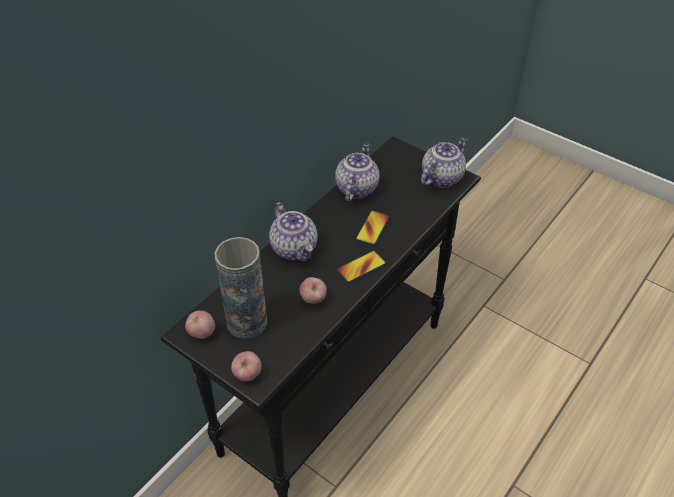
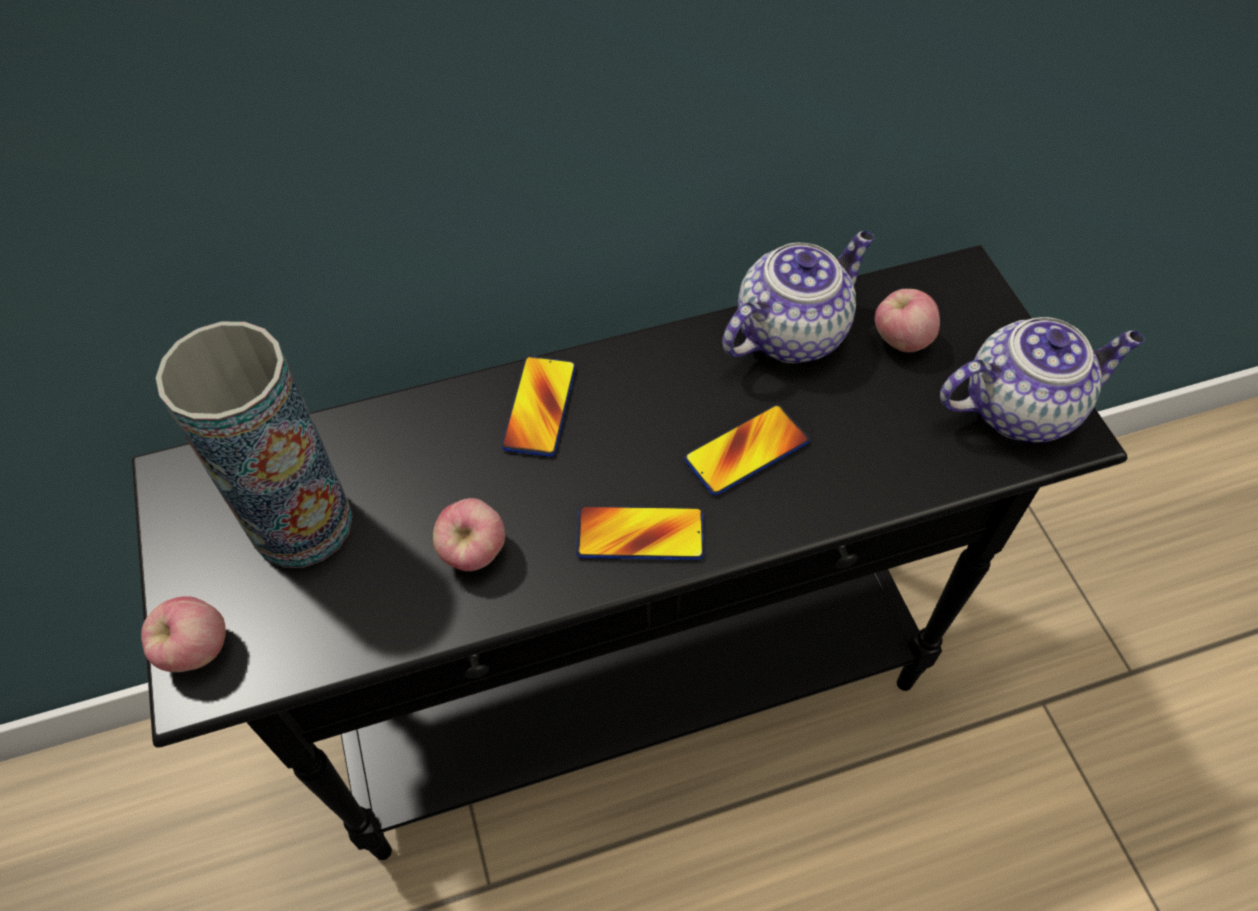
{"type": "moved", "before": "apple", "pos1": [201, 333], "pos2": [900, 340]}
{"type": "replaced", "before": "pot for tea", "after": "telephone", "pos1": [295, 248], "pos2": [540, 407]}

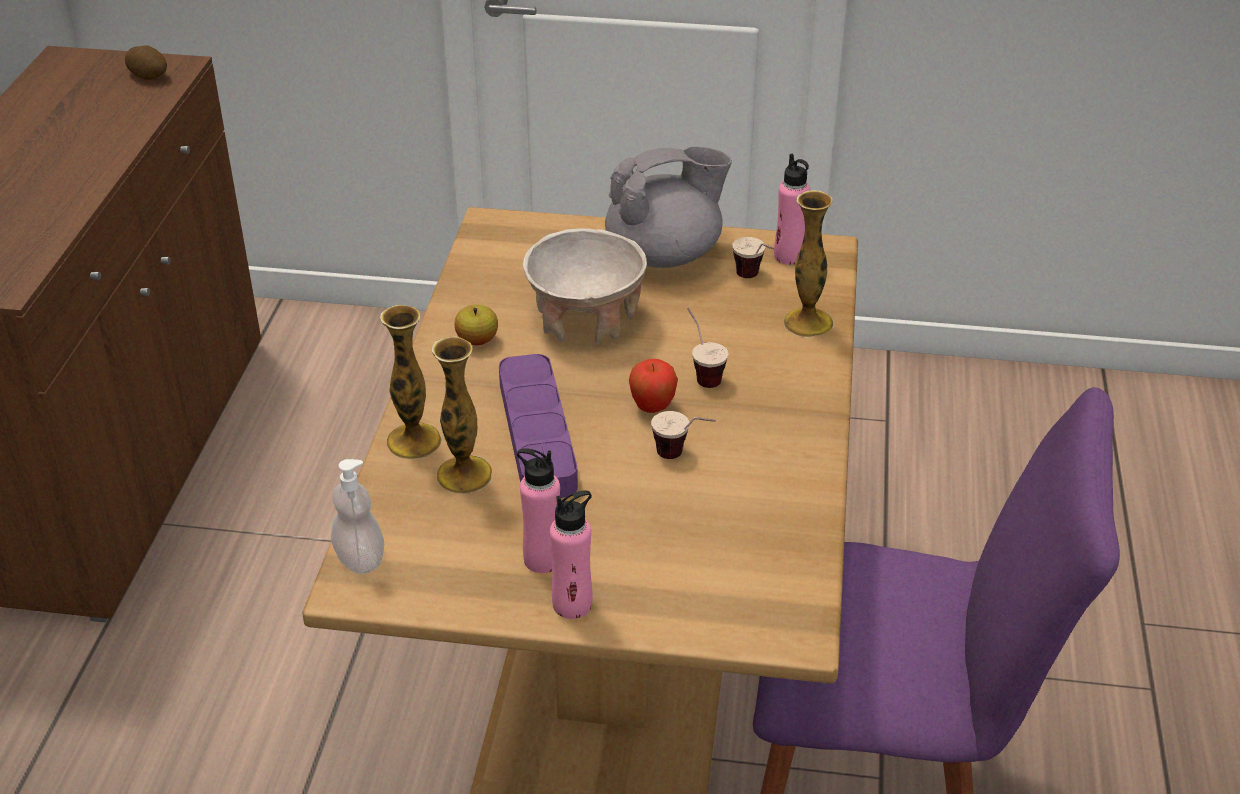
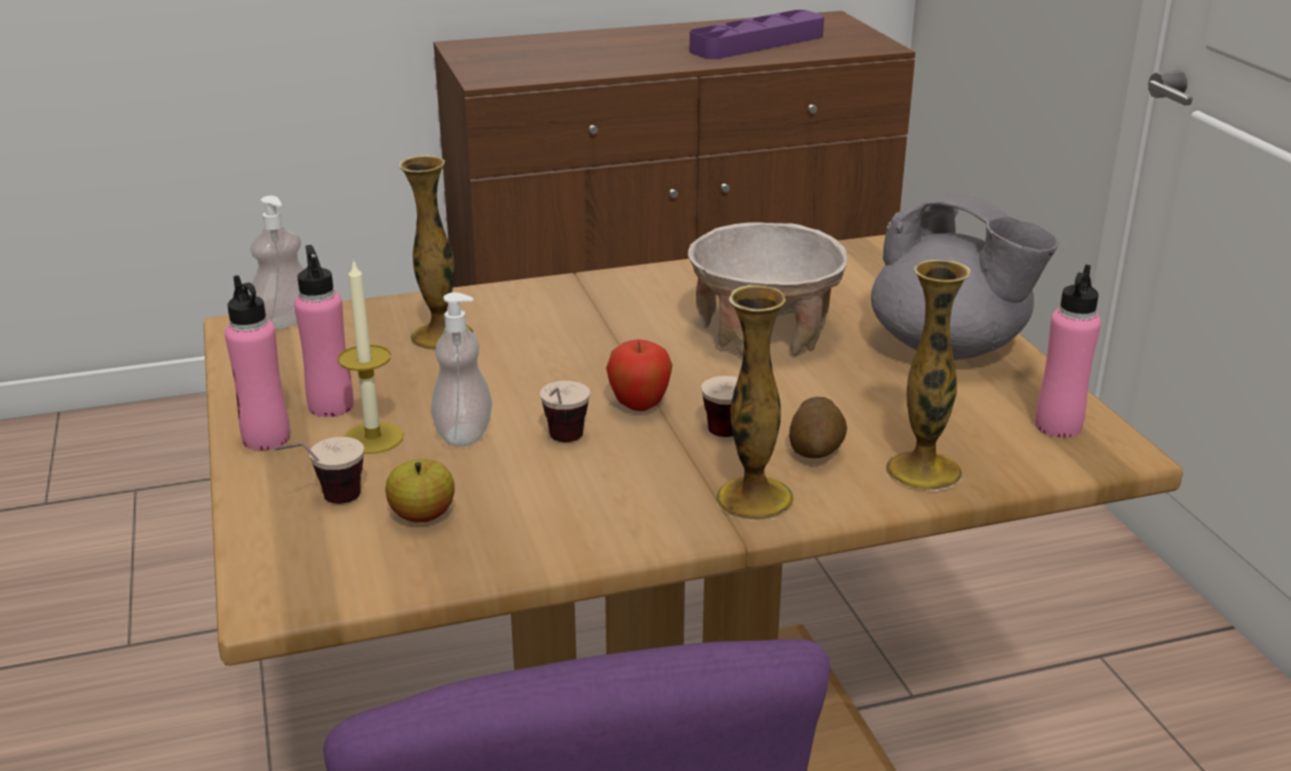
{"type": "added", "after": "wax candle", "pos2": [373, 438]}
{"type": "added", "after": "soap dispenser", "pos2": [463, 434]}
{"type": "moved", "before": "spud", "pos1": [149, 75], "pos2": [816, 450]}
{"type": "moved", "before": "decorative vase", "pos1": [413, 441], "pos2": [754, 498]}
{"type": "moved", "before": "apple", "pos1": [477, 340], "pos2": [422, 515]}
{"type": "moved", "before": "purplish carrying tray", "pos1": [537, 434], "pos2": [757, 43]}
{"type": "moved", "before": "small cup", "pos1": [754, 279], "pos2": [325, 505]}

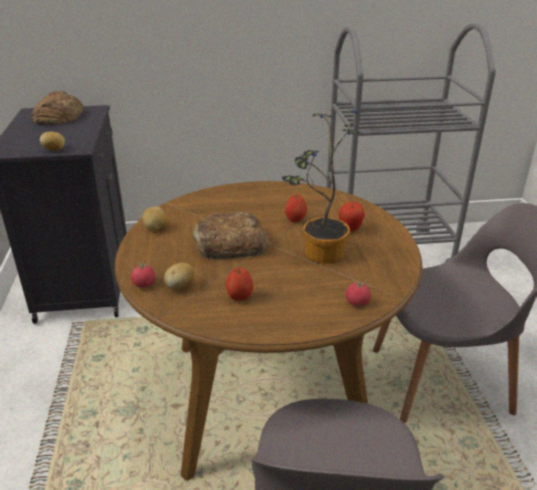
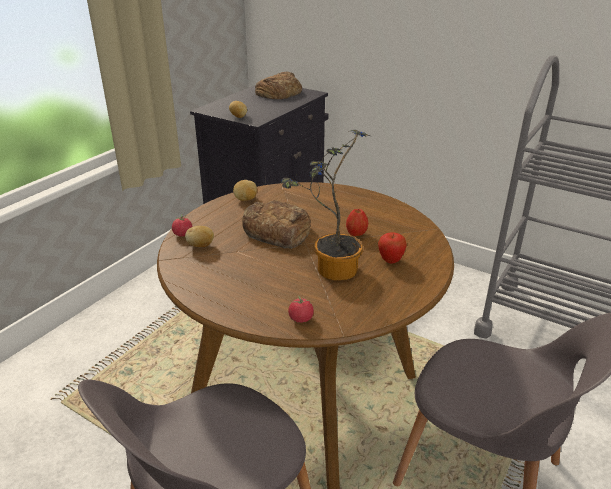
{"type": "removed", "before": "apple", "pos1": [239, 297]}

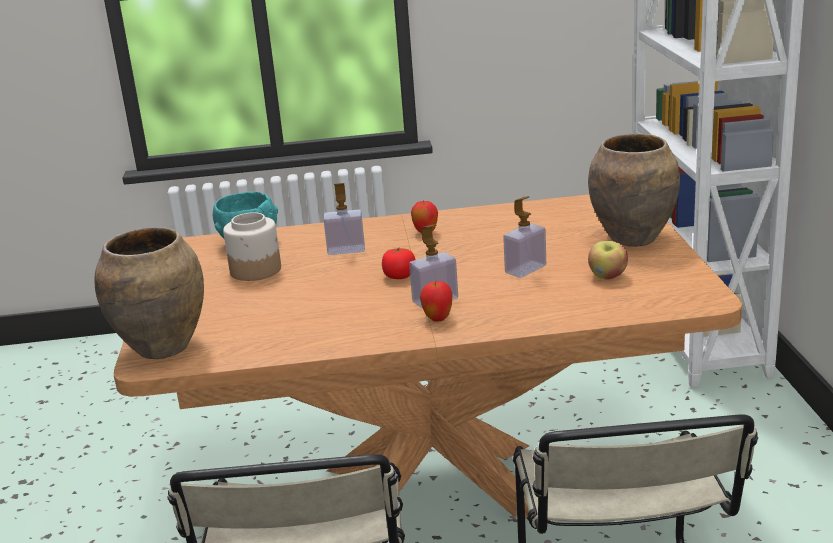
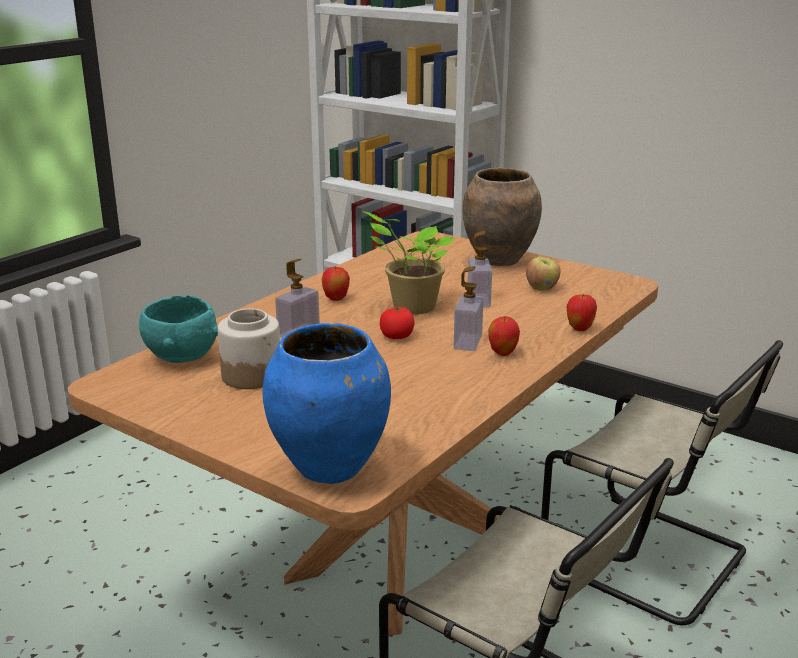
{"type": "added", "after": "potted plant", "pos2": [410, 307]}
{"type": "added", "after": "apple", "pos2": [579, 329]}
{"type": "recoloured", "before": "brownish decorative vase", "after": "blue-coloured decorative vase", "pos1": [164, 348], "pos2": [331, 468]}

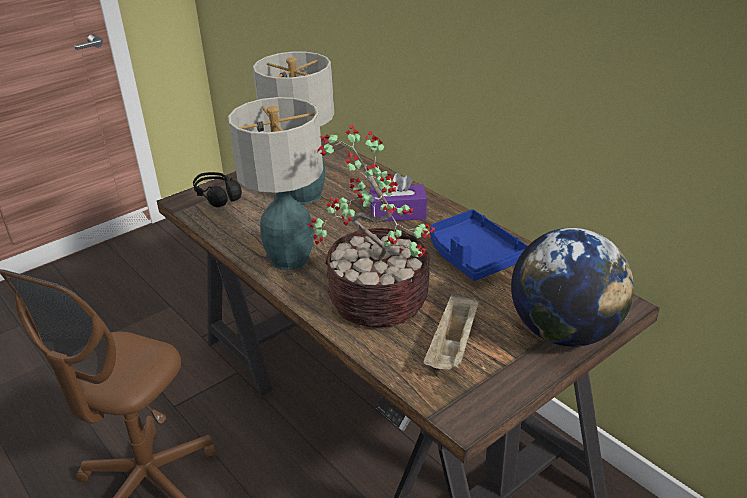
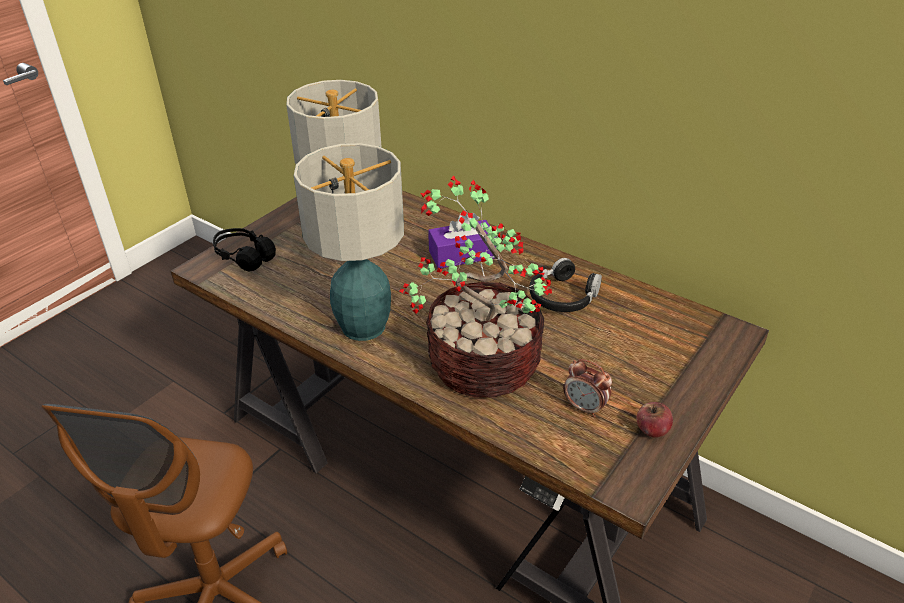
{"type": "removed", "before": "world globe", "pos1": [564, 332]}
{"type": "added", "after": "apple", "pos2": [651, 430]}
{"type": "replaced", "before": "beige carrying tray", "after": "bedside clock", "pos1": [453, 347], "pos2": [585, 408]}
{"type": "replaced", "before": "blue-coloured carrying tray", "after": "blackish headset", "pos1": [473, 256], "pos2": [563, 296]}

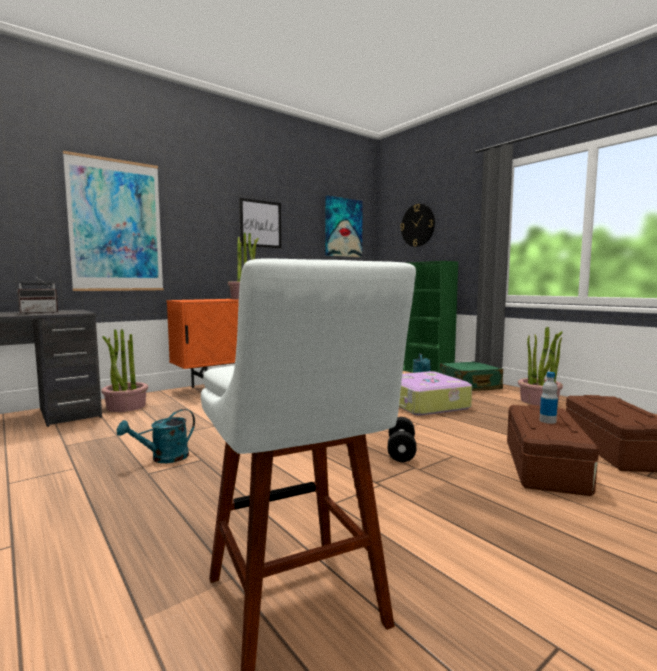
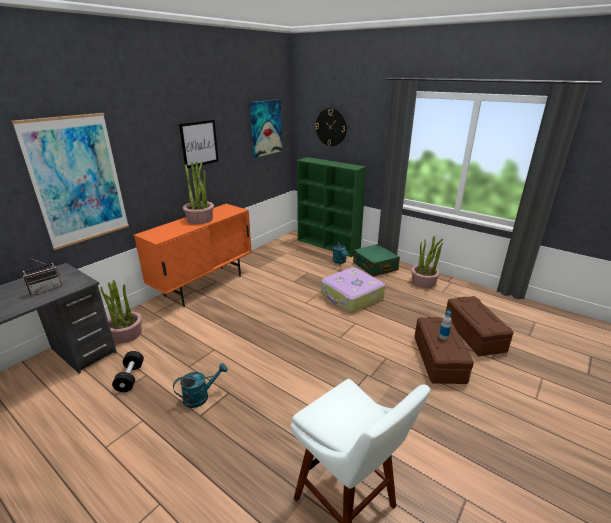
{"type": "moved", "before": "blackish dumbbell", "pos1": [401, 451], "pos2": [130, 378]}
{"type": "turned", "before": "turquoise sprinkling can", "pos1": [163, 458], "pos2": [201, 396], "turn": -150}

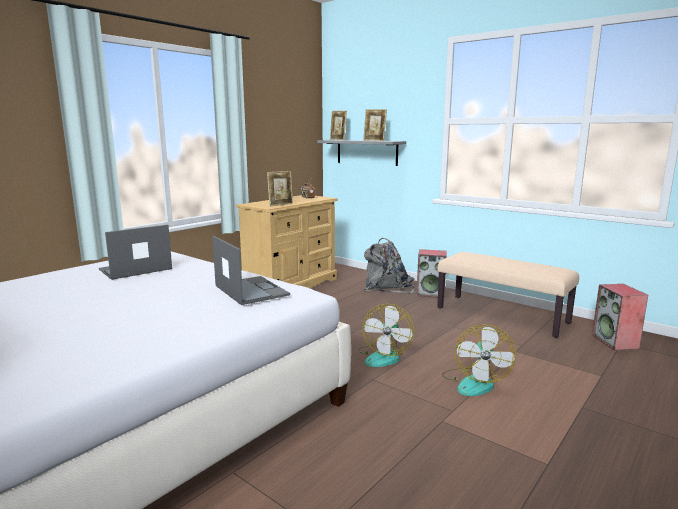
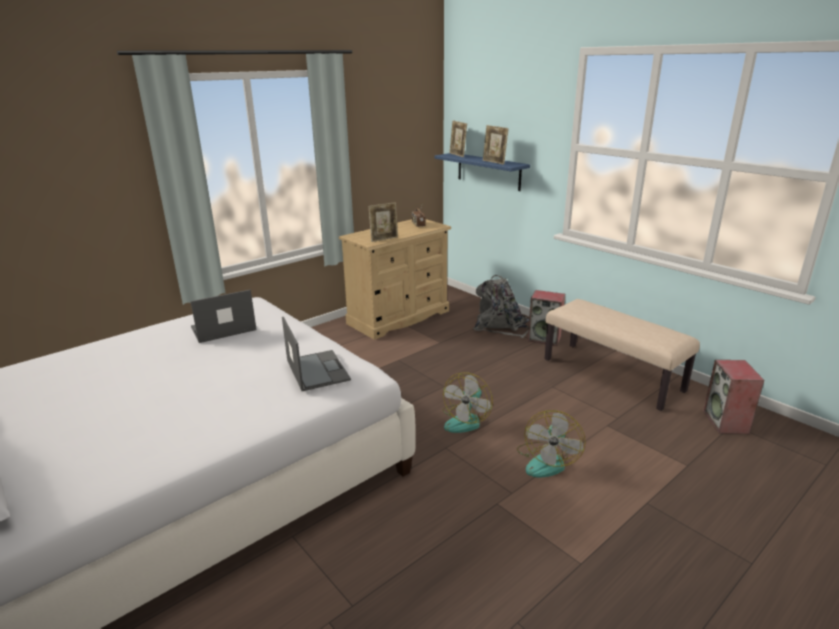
{"type": "recoloured", "before": "greyish wall shelf", "after": "blue-coloured wall shelf", "pos1": [366, 152], "pos2": [488, 171]}

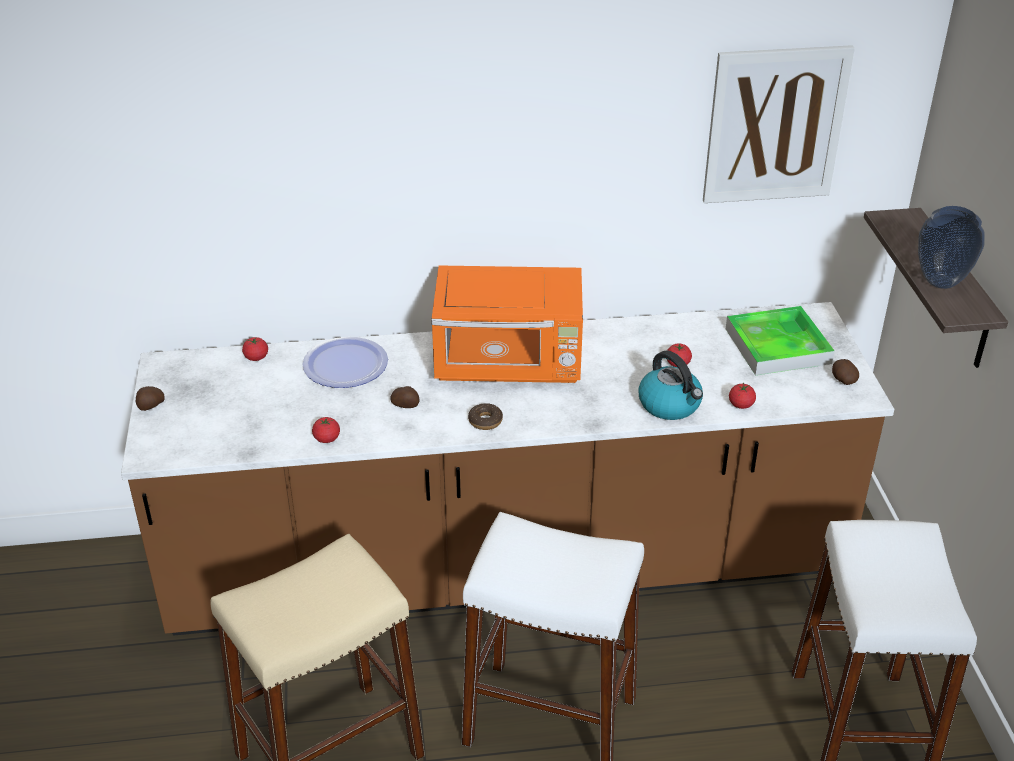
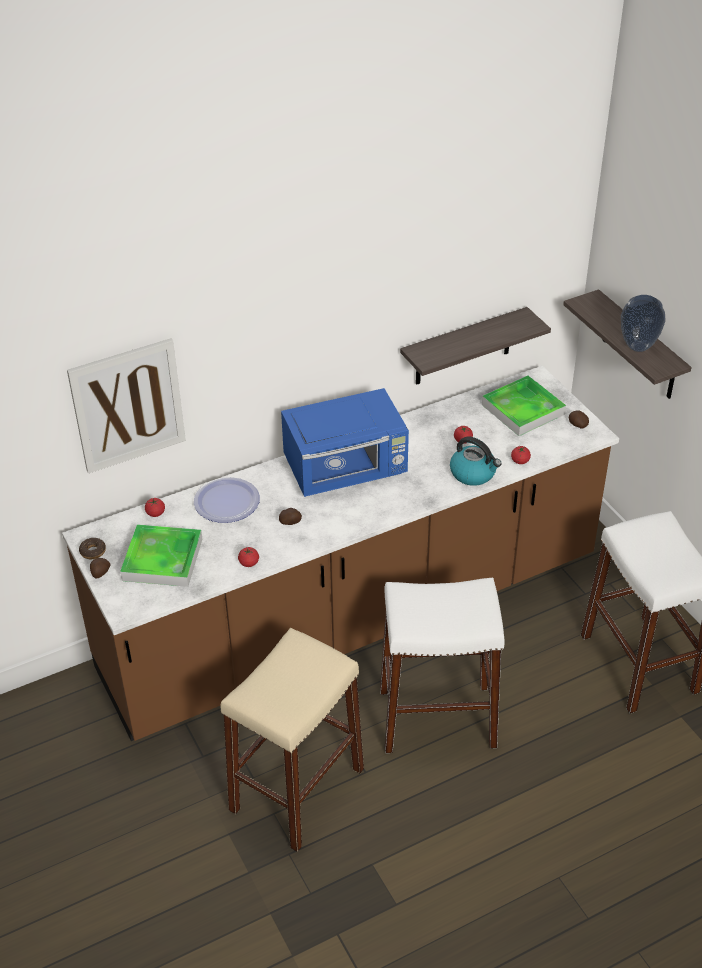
{"type": "added", "after": "carrying tray", "pos2": [162, 559]}
{"type": "added", "after": "wall shelf", "pos2": [463, 347]}
{"type": "moved", "before": "donut", "pos1": [485, 421], "pos2": [93, 551]}
{"type": "moved", "before": "picture", "pos1": [775, 125], "pos2": [128, 405]}
{"type": "recoloured", "before": "orange microwave oven", "after": "blue-coloured microwave oven", "pos1": [510, 364], "pos2": [347, 471]}

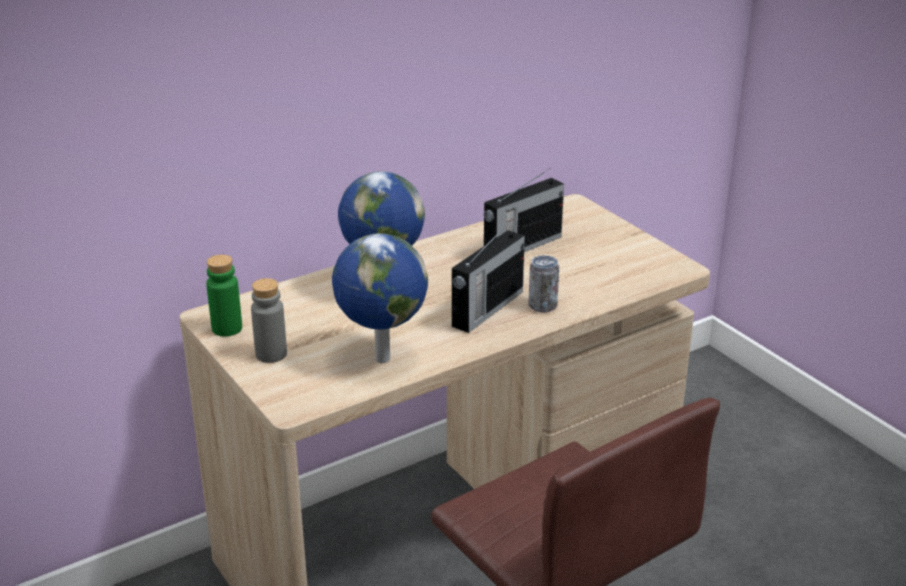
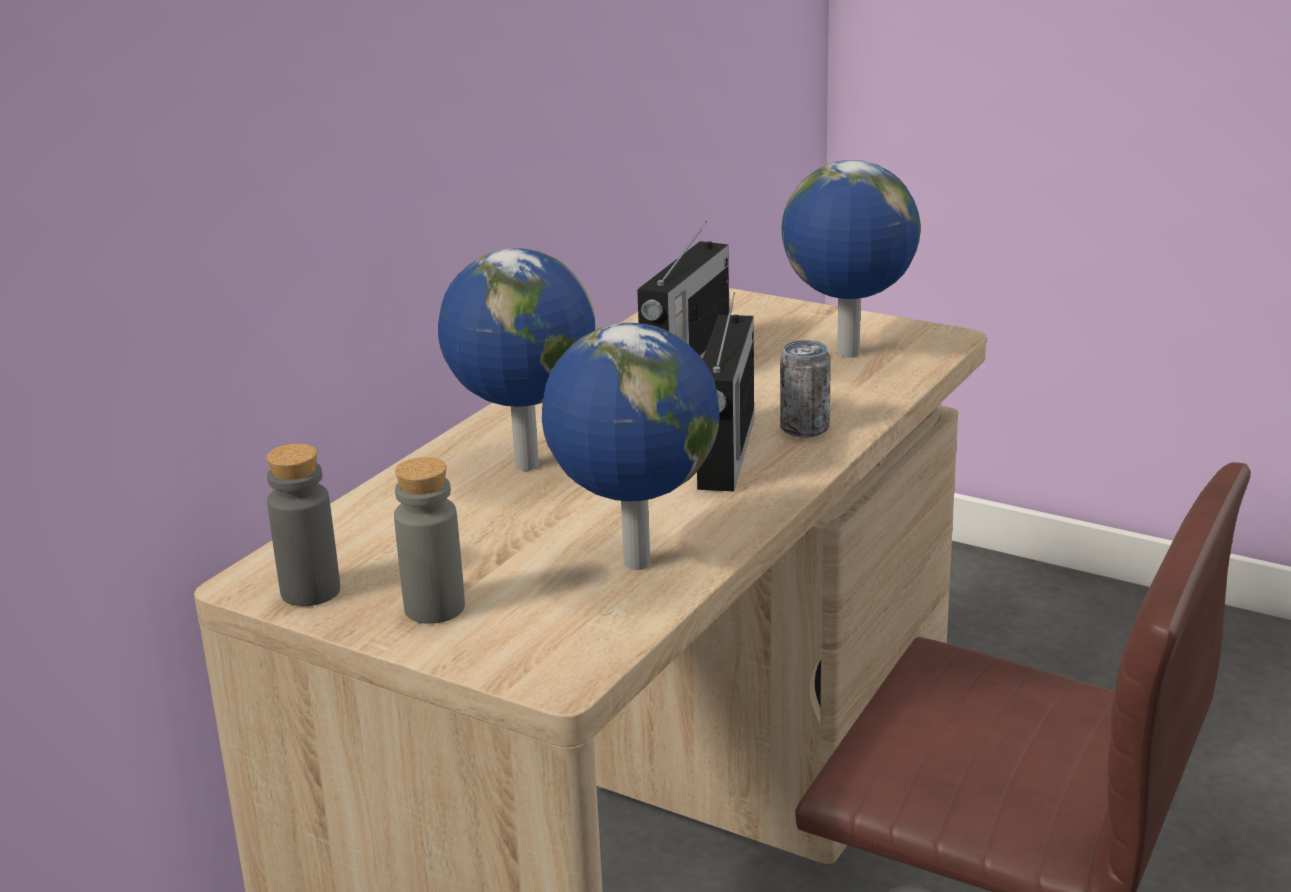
{"type": "added", "after": "world globe", "pos2": [847, 354]}
{"type": "recoloured", "before": "green bottle", "after": "greyish bottle", "pos1": [227, 328], "pos2": [310, 591]}

